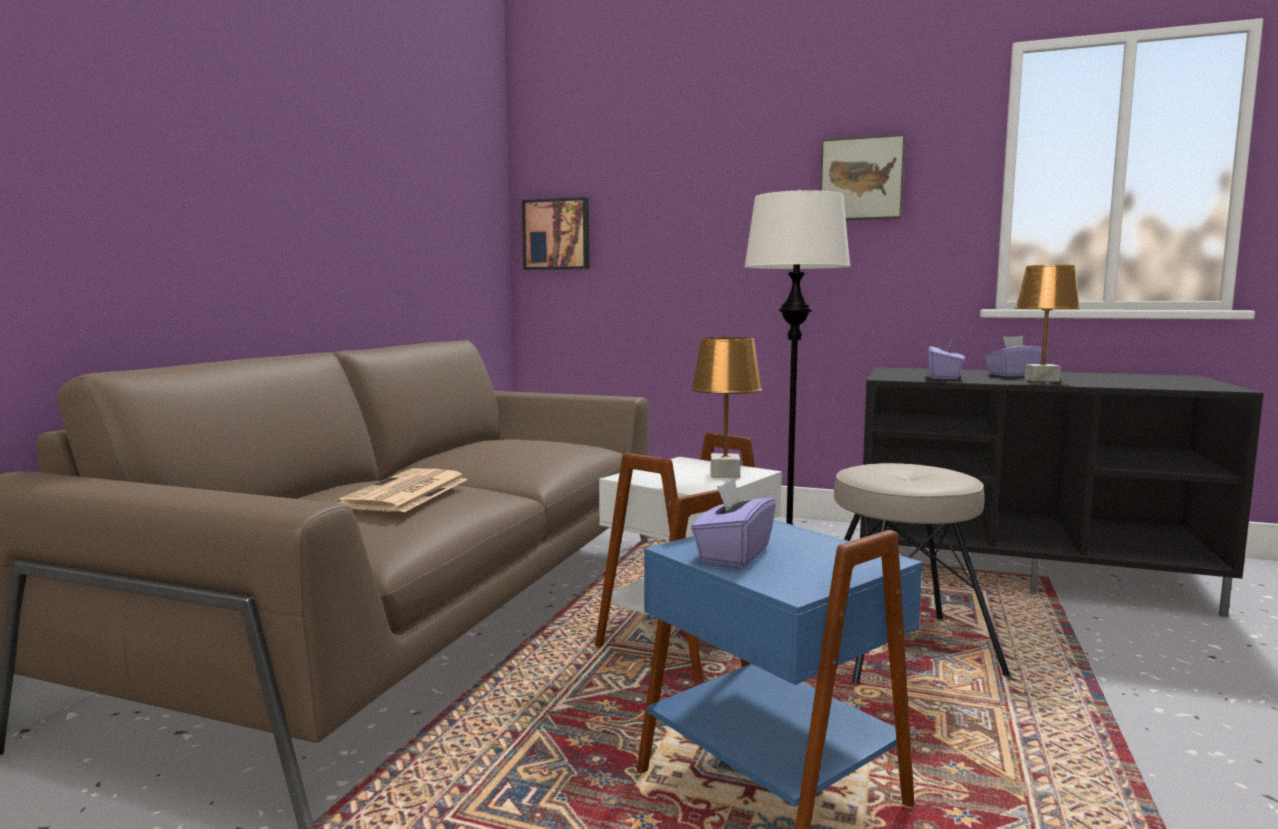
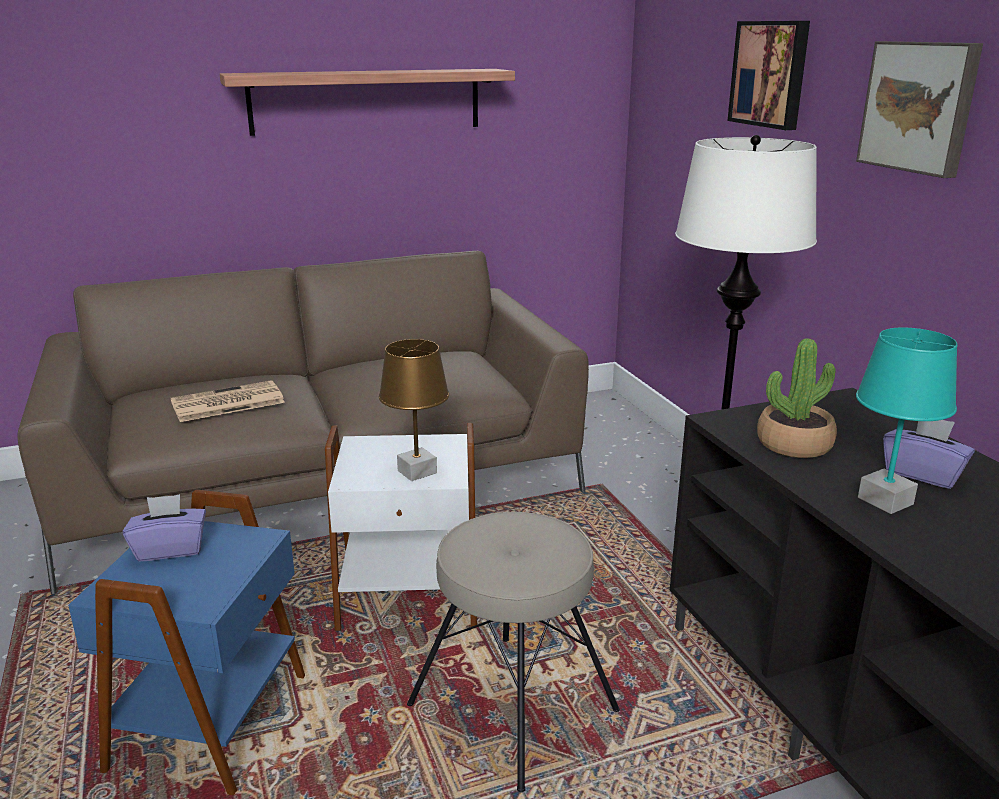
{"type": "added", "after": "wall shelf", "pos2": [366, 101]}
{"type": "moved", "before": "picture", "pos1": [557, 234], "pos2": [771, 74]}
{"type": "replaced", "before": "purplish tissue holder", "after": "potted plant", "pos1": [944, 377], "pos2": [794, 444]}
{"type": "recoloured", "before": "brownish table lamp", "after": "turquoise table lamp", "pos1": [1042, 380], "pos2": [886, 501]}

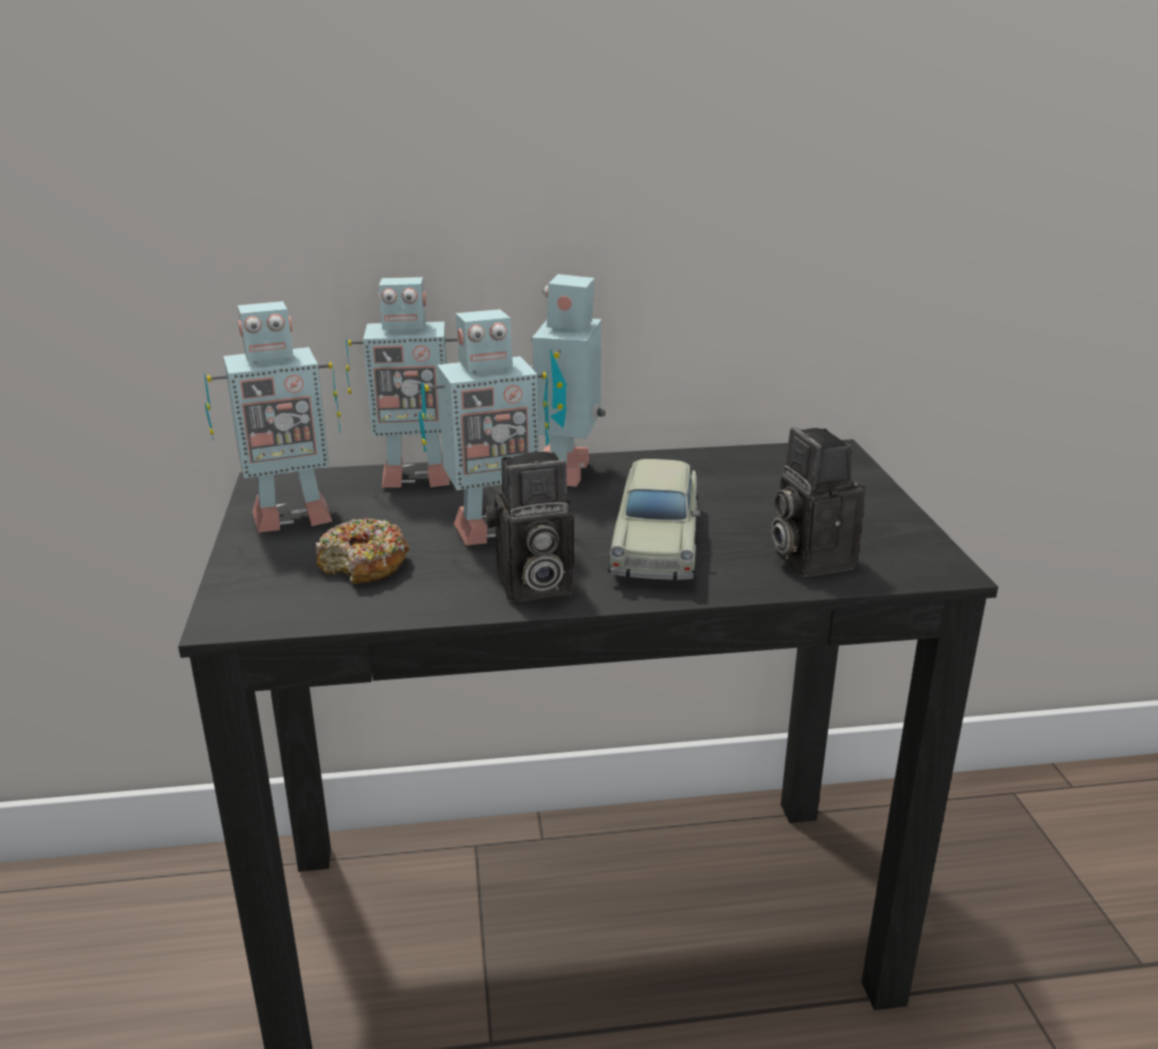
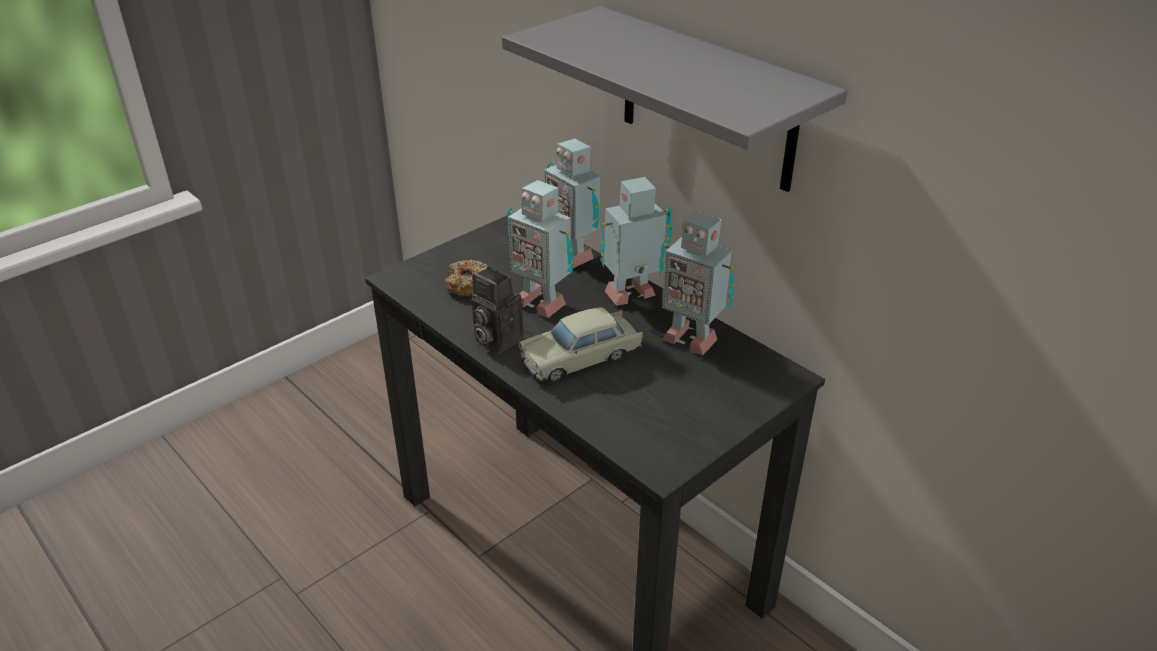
{"type": "removed", "before": "still camera", "pos1": [807, 558]}
{"type": "added", "after": "greyish wall shelf", "pos2": [707, 100]}
{"type": "moved", "before": "toy robot", "pos1": [288, 516], "pos2": [690, 337]}

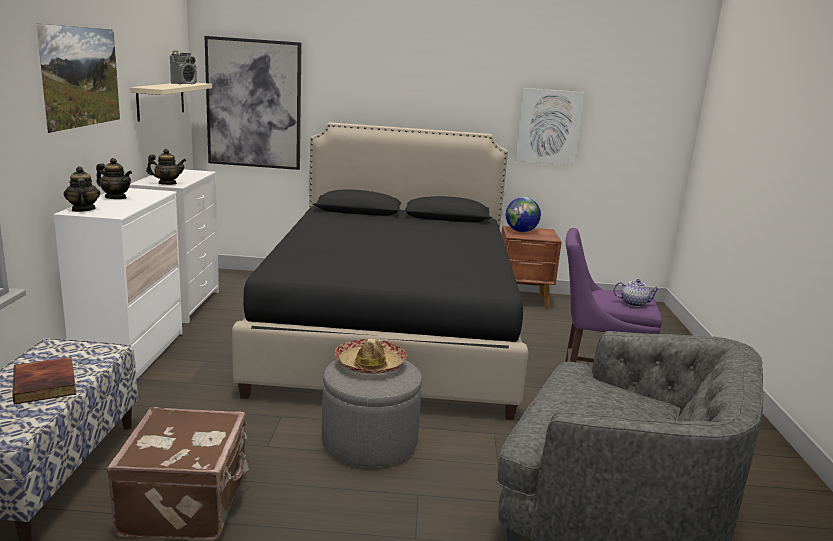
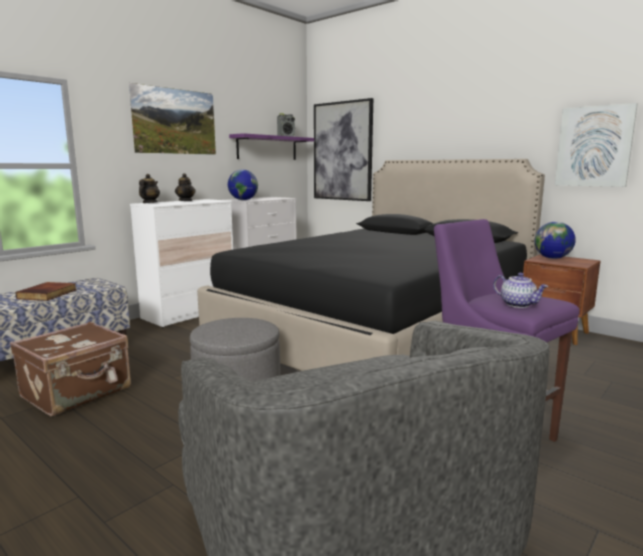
{"type": "removed", "before": "clothing hat", "pos1": [369, 364]}
{"type": "replaced", "before": "pot for tea", "after": "world globe", "pos1": [167, 184], "pos2": [243, 200]}
{"type": "recoloured", "before": "beige wall shelf", "after": "purplish wall shelf", "pos1": [161, 100], "pos2": [267, 148]}

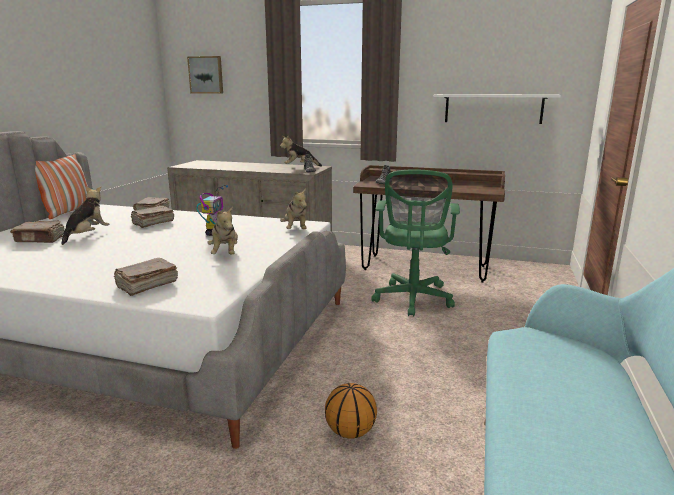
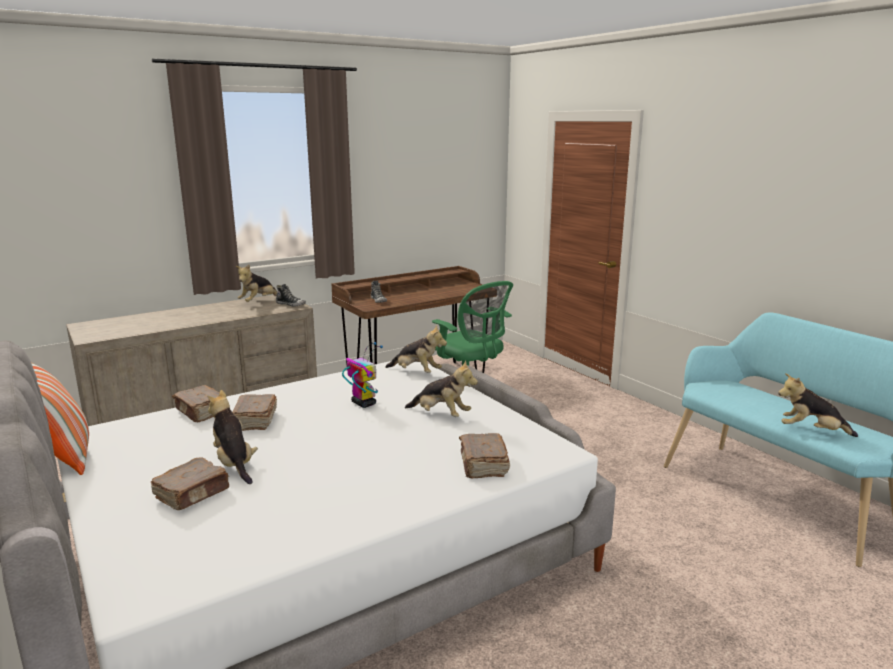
{"type": "removed", "before": "picture", "pos1": [206, 75]}
{"type": "removed", "before": "basketball ball", "pos1": [350, 432]}
{"type": "removed", "before": "white-coloured wall shelf", "pos1": [493, 108]}
{"type": "added", "after": "plush toy", "pos2": [811, 431]}

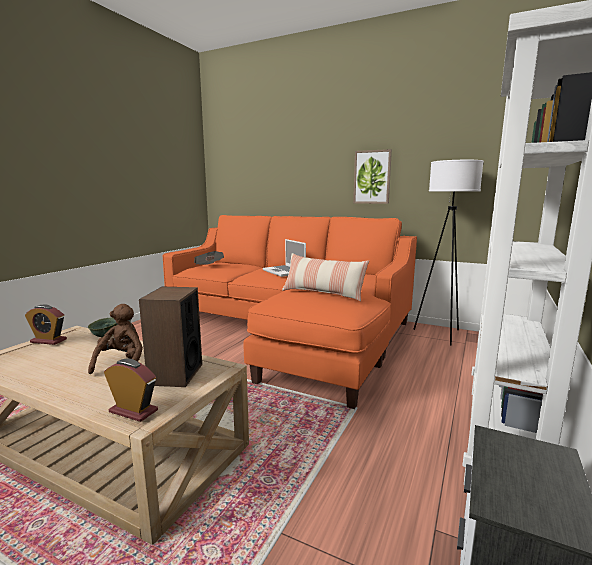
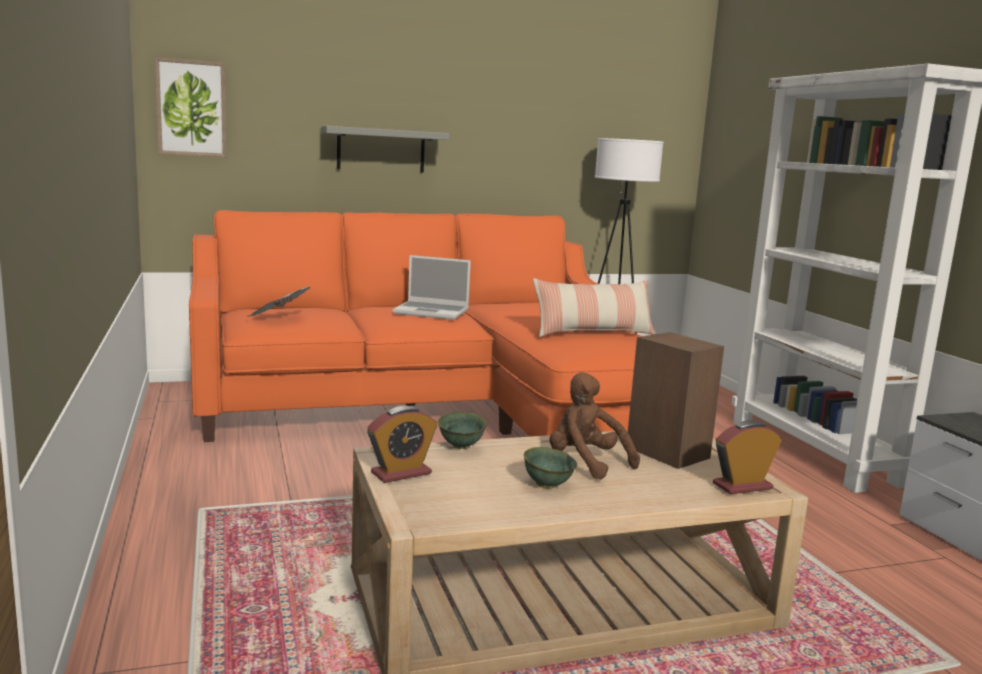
{"type": "added", "after": "greyish wall shelf", "pos2": [381, 150]}
{"type": "added", "after": "green bowl", "pos2": [547, 485]}
{"type": "moved", "before": "picture", "pos1": [372, 177], "pos2": [191, 108]}

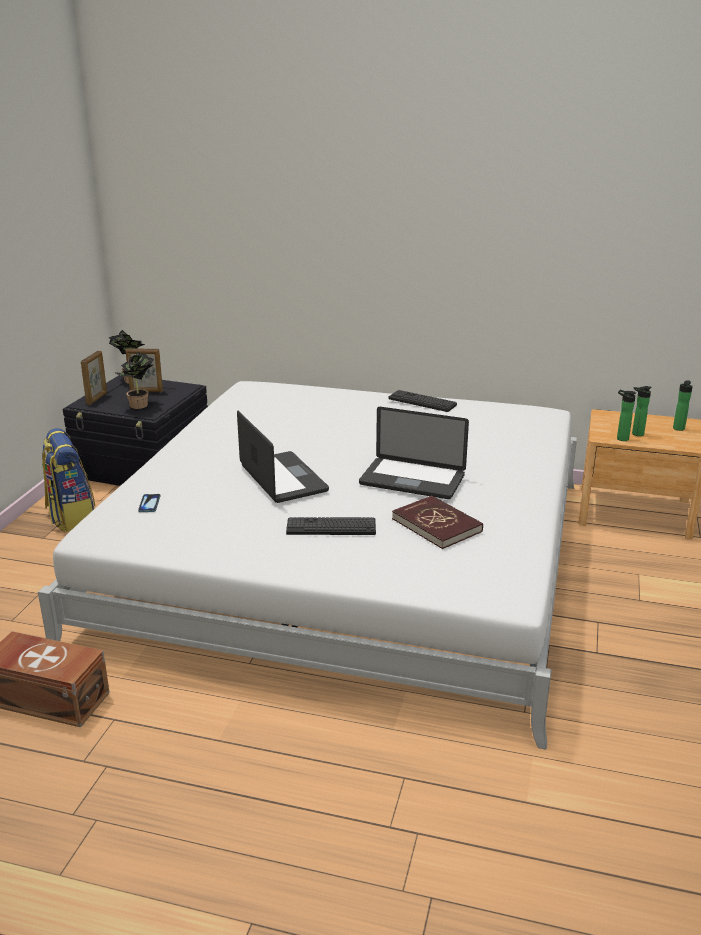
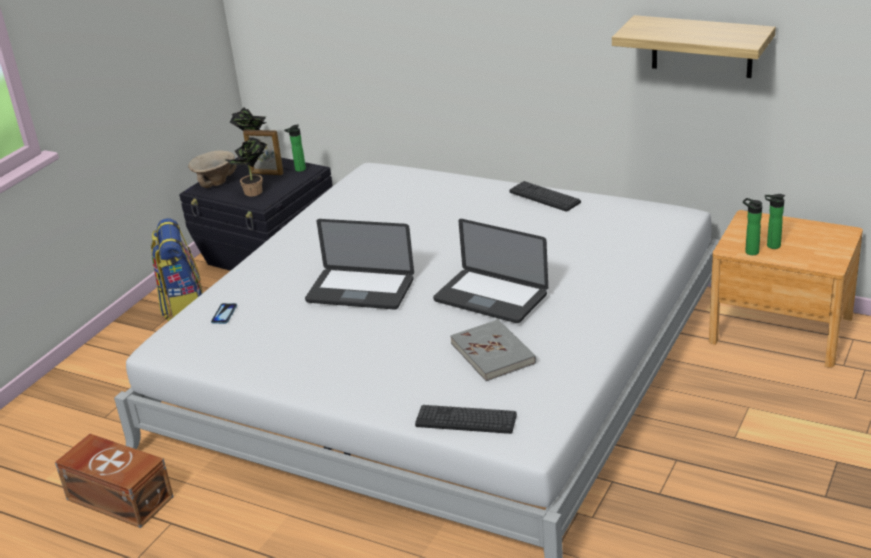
{"type": "added", "after": "wall shelf", "pos2": [702, 46]}
{"type": "moved", "before": "keyboard", "pos1": [331, 527], "pos2": [466, 420]}
{"type": "moved", "before": "bottle", "pos1": [678, 429], "pos2": [299, 170]}
{"type": "replaced", "before": "photo frame", "after": "beige bowl", "pos1": [97, 399], "pos2": [215, 182]}
{"type": "recoloured", "before": "red-coloured volume", "after": "greyish volume", "pos1": [437, 525], "pos2": [493, 353]}
{"type": "turned", "before": "portable computer", "pos1": [283, 478], "pos2": [360, 291], "turn": 120}

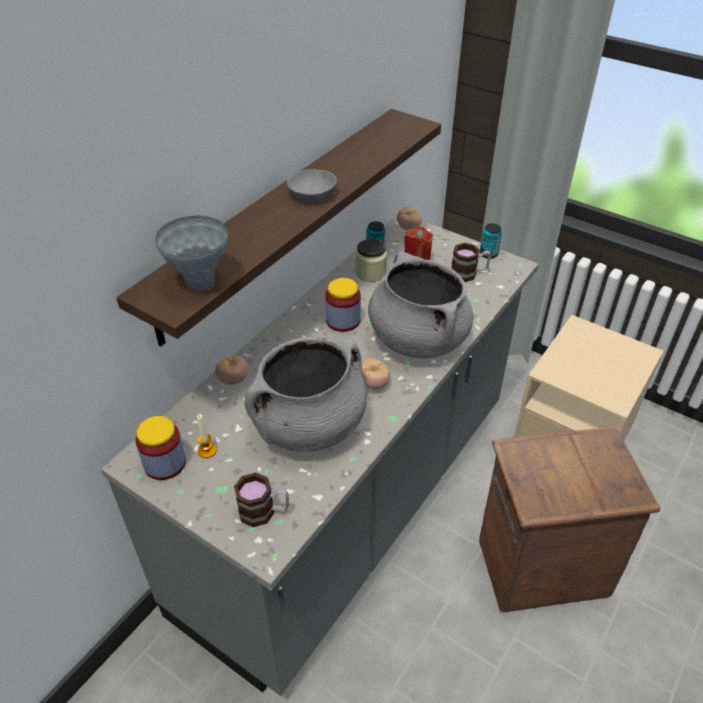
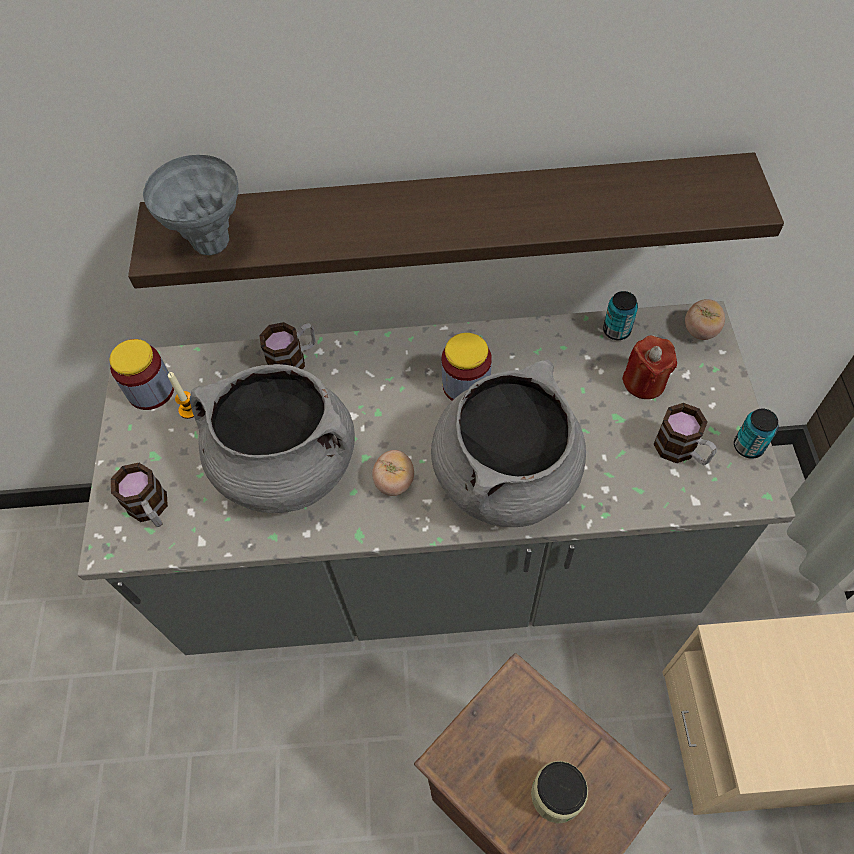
{"type": "removed", "before": "greyish bowl", "pos1": [312, 194]}
{"type": "moved", "before": "storage jar", "pos1": [370, 273], "pos2": [556, 795]}
{"type": "replaced", "before": "whole tomato", "after": "tea mug", "pos1": [233, 379], "pos2": [294, 359]}

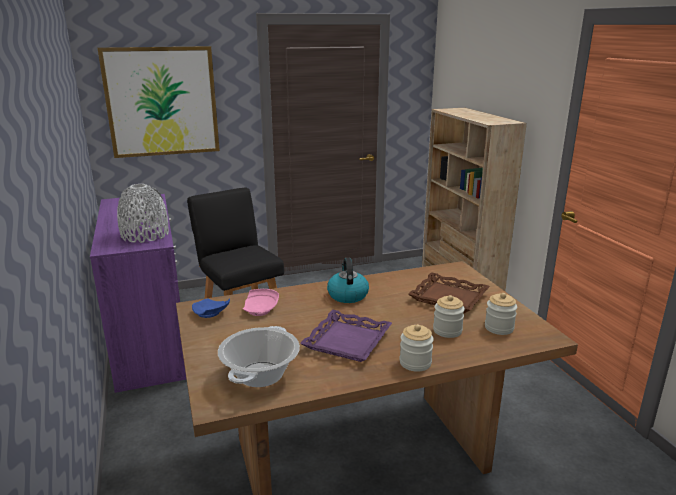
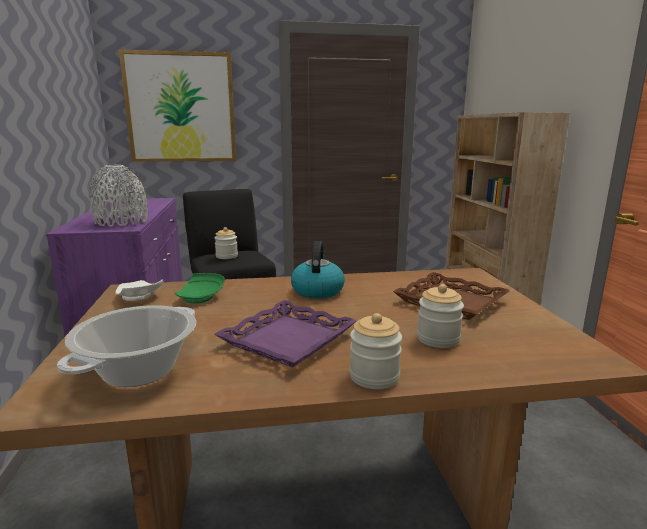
{"type": "moved", "before": "storage jar", "pos1": [499, 328], "pos2": [226, 256]}
{"type": "recoloured", "before": "blue-coloured plate", "after": "white-coloured plate", "pos1": [210, 314], "pos2": [138, 297]}
{"type": "recoloured", "before": "pink-coloured plate", "after": "green plate", "pos1": [261, 309], "pos2": [201, 297]}

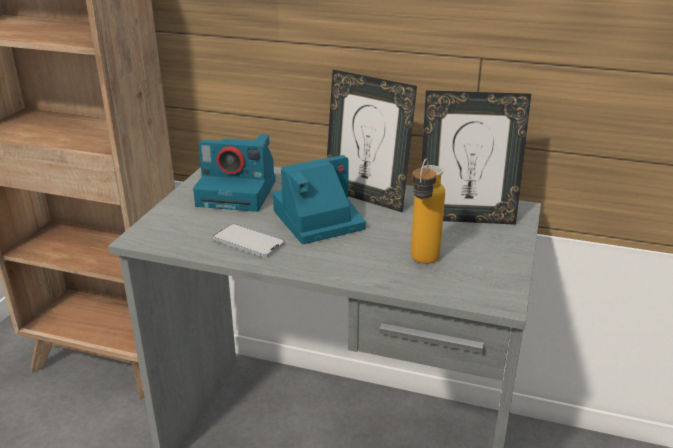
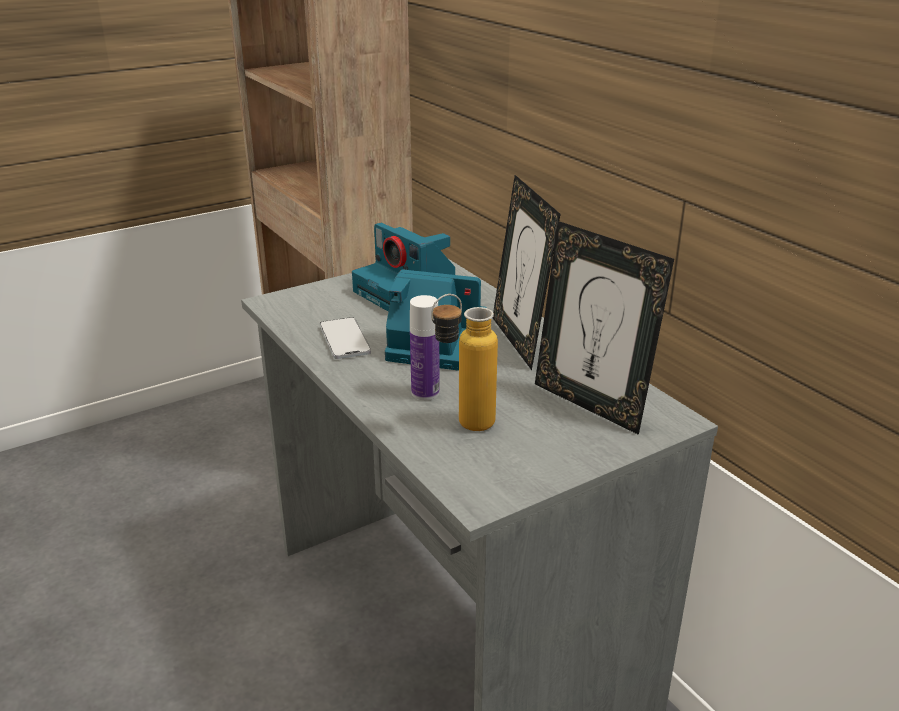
{"type": "added", "after": "bottle", "pos2": [425, 393]}

